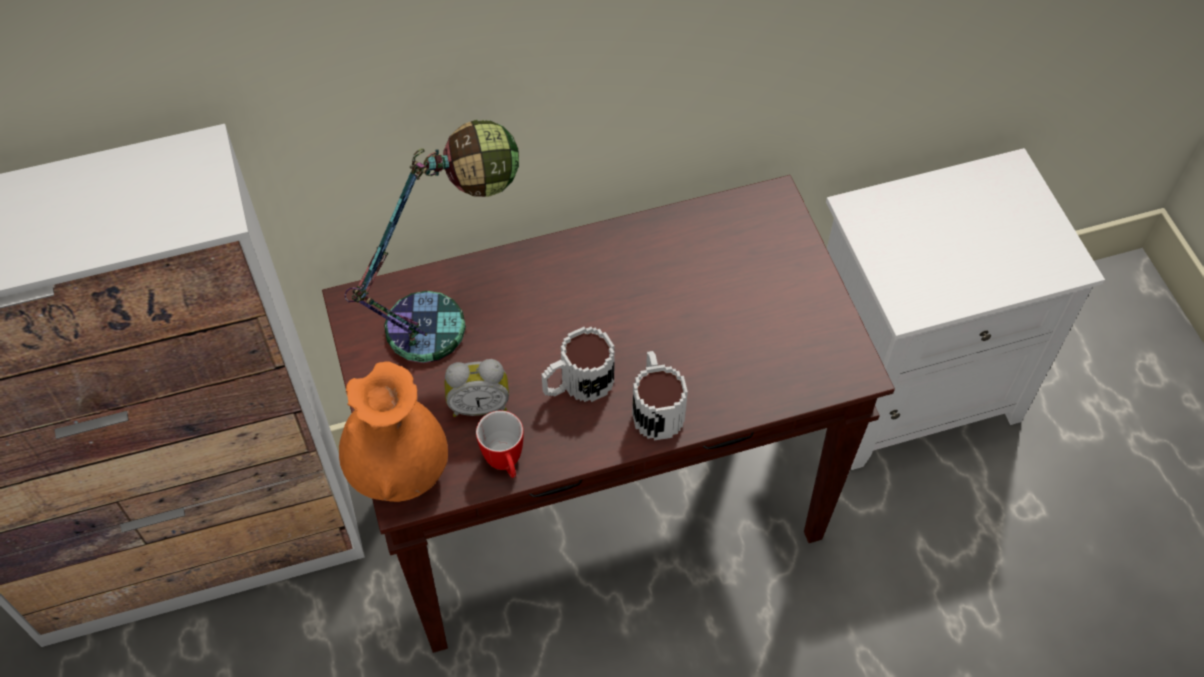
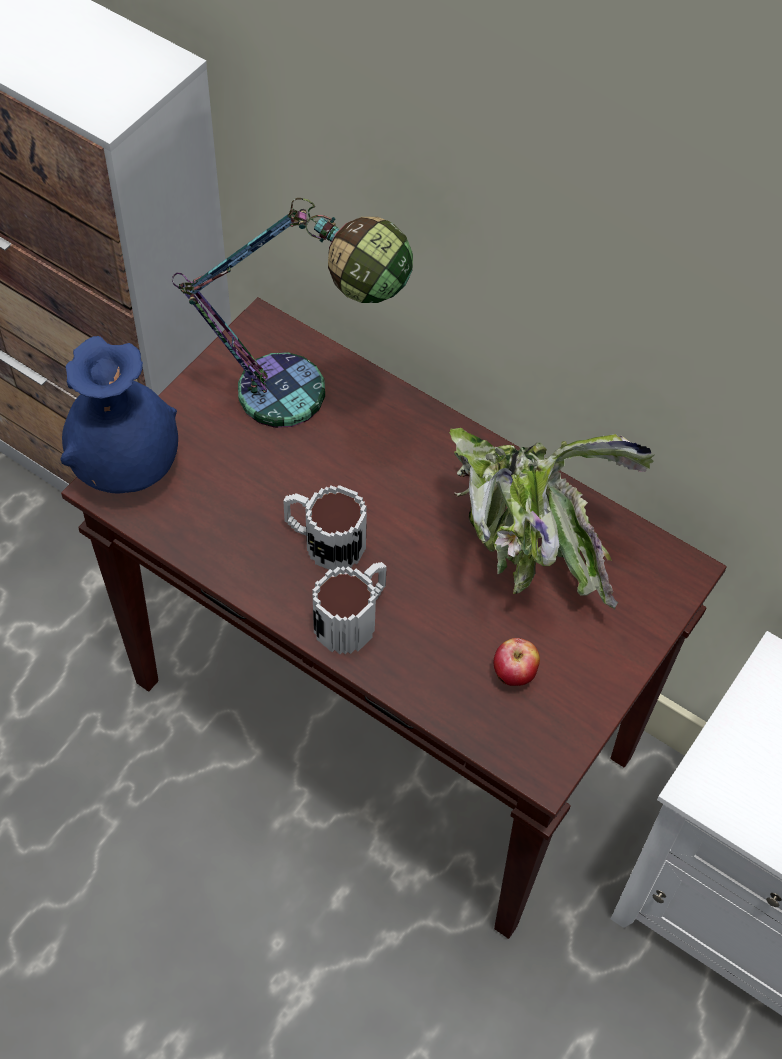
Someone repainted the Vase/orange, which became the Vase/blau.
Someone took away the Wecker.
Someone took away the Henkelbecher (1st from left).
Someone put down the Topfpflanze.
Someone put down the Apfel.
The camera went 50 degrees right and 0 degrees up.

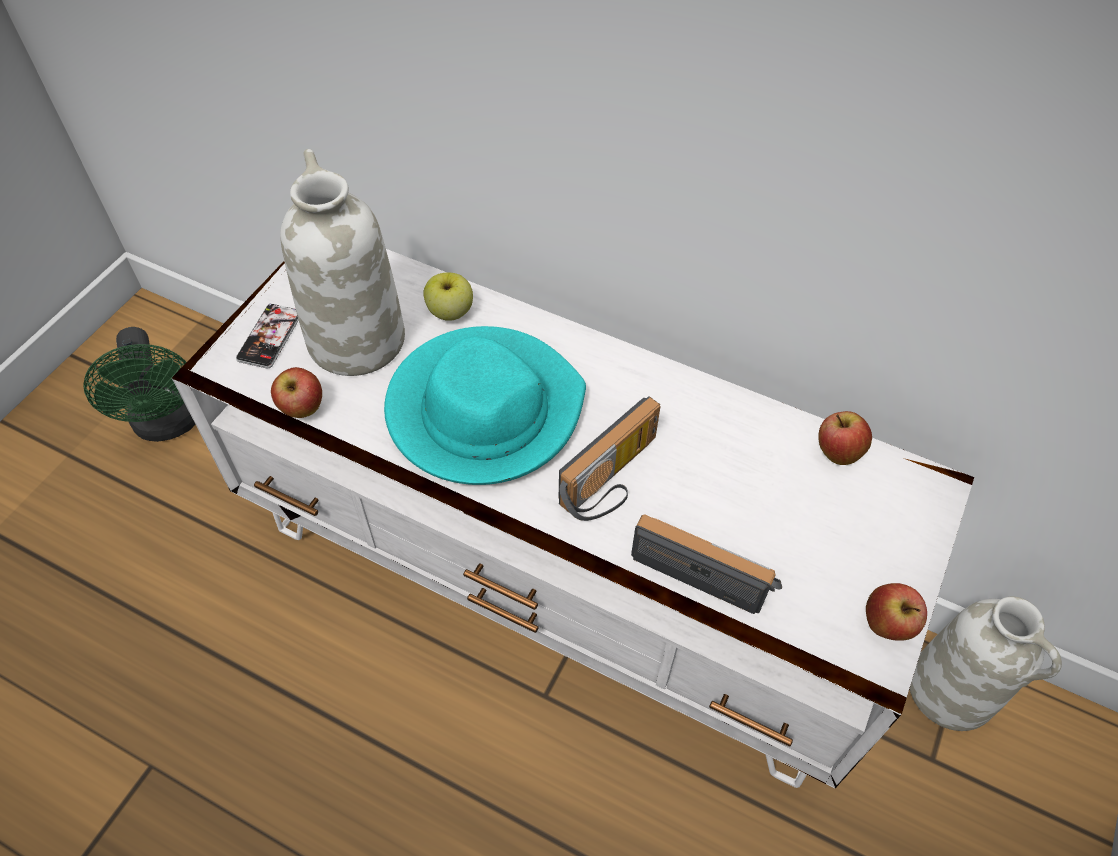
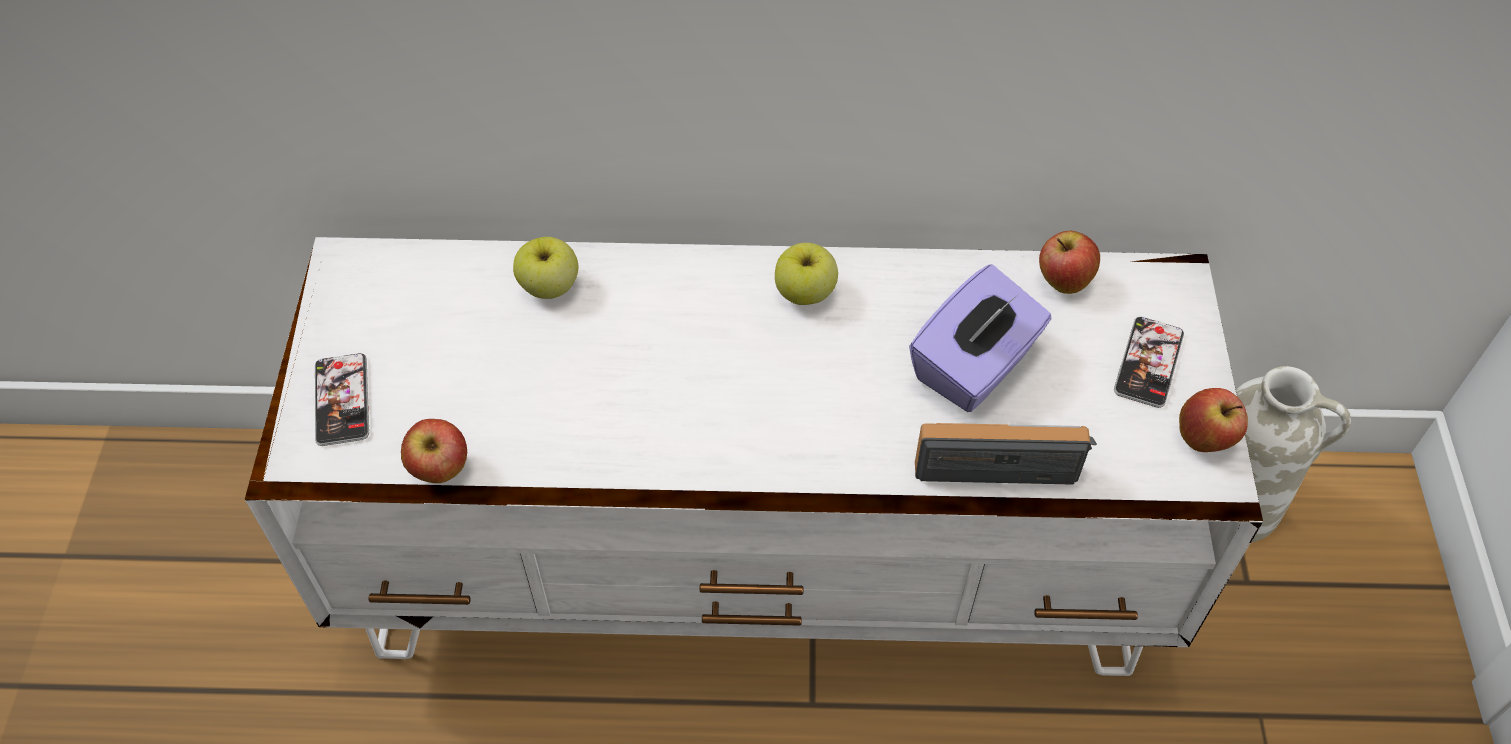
Someone took away the Ventilator/grün.
Someone took away the Vase/weiß (1st from left).
Someone took away the Hut/türkis.
Someone took away the Radio (1st from left).
Someone put down the Apfel (3rd from left).
Someone put down the Taschentuchbox/lila.
Someone put down the Handy (2nd from left).
The camera went 25 degrees left and 0 degrees up.

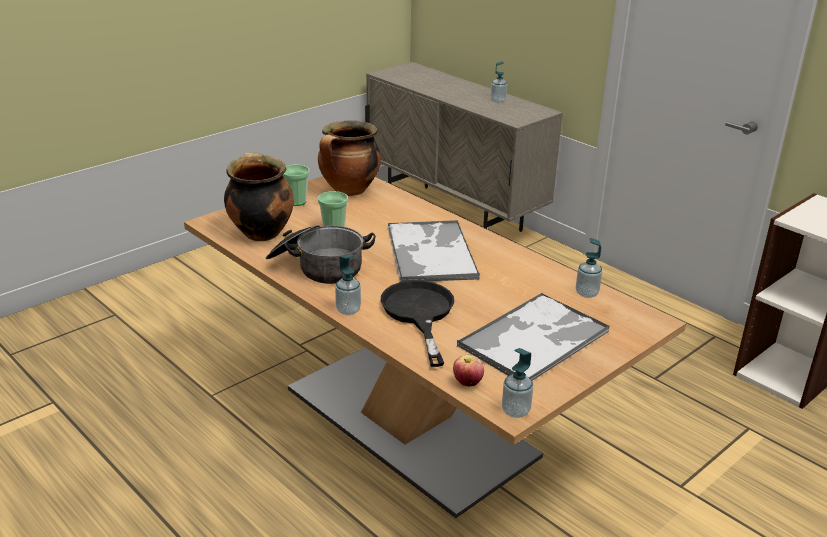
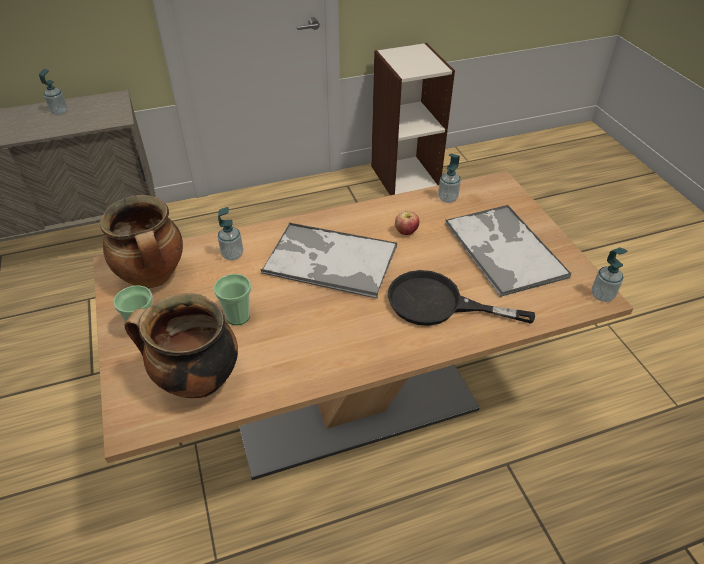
Someone took away the Kochtopf (2nd from left).
Someone carried the Seifenspender (1st from left in the first image).
Someone carried the Apfel.
The camera went 65 degrees left and 15 degrees up.

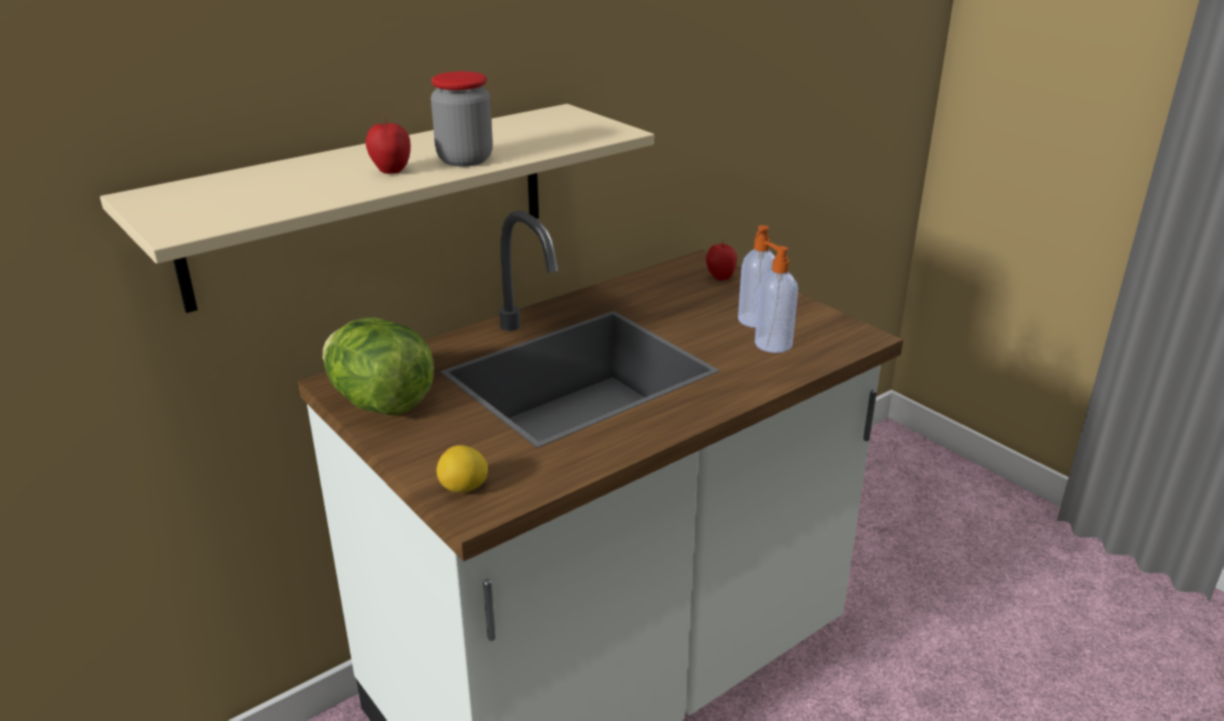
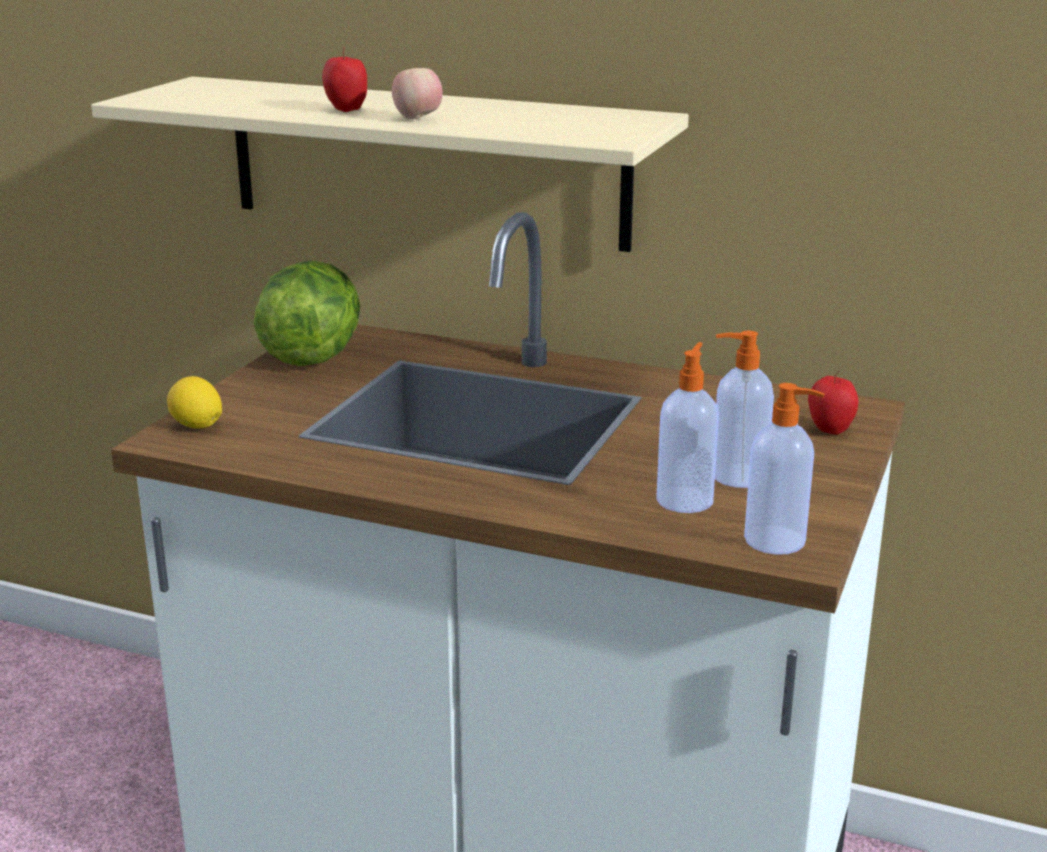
Someone swapped the Vorratsglas for the Apfel (2nd from left).
Someone put down the Seifenspender (3rd from left).
The camera went 60 degrees right and 5 degrees down.

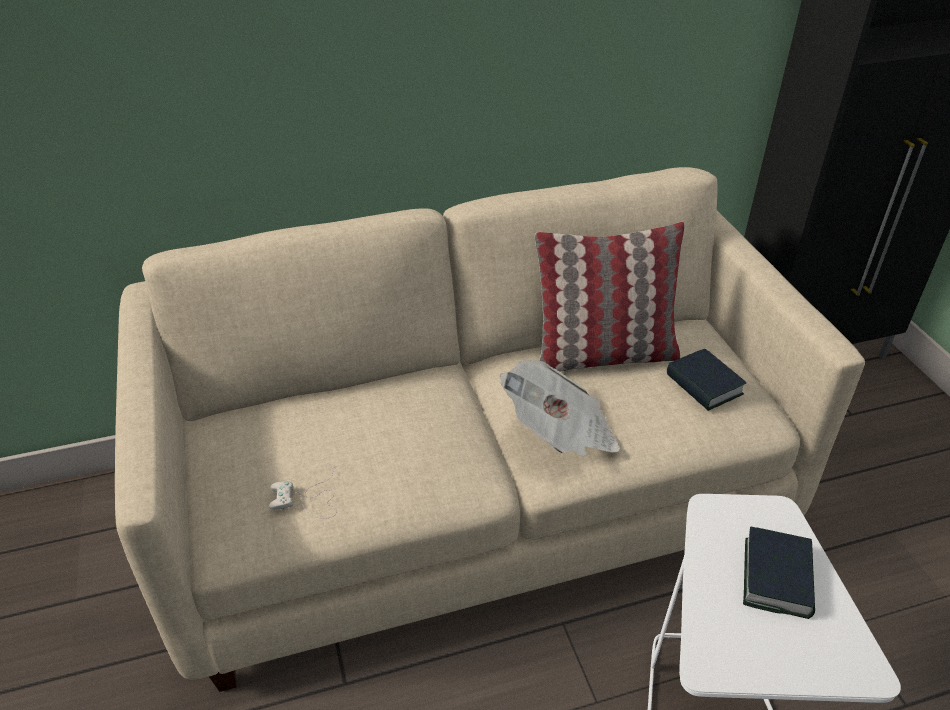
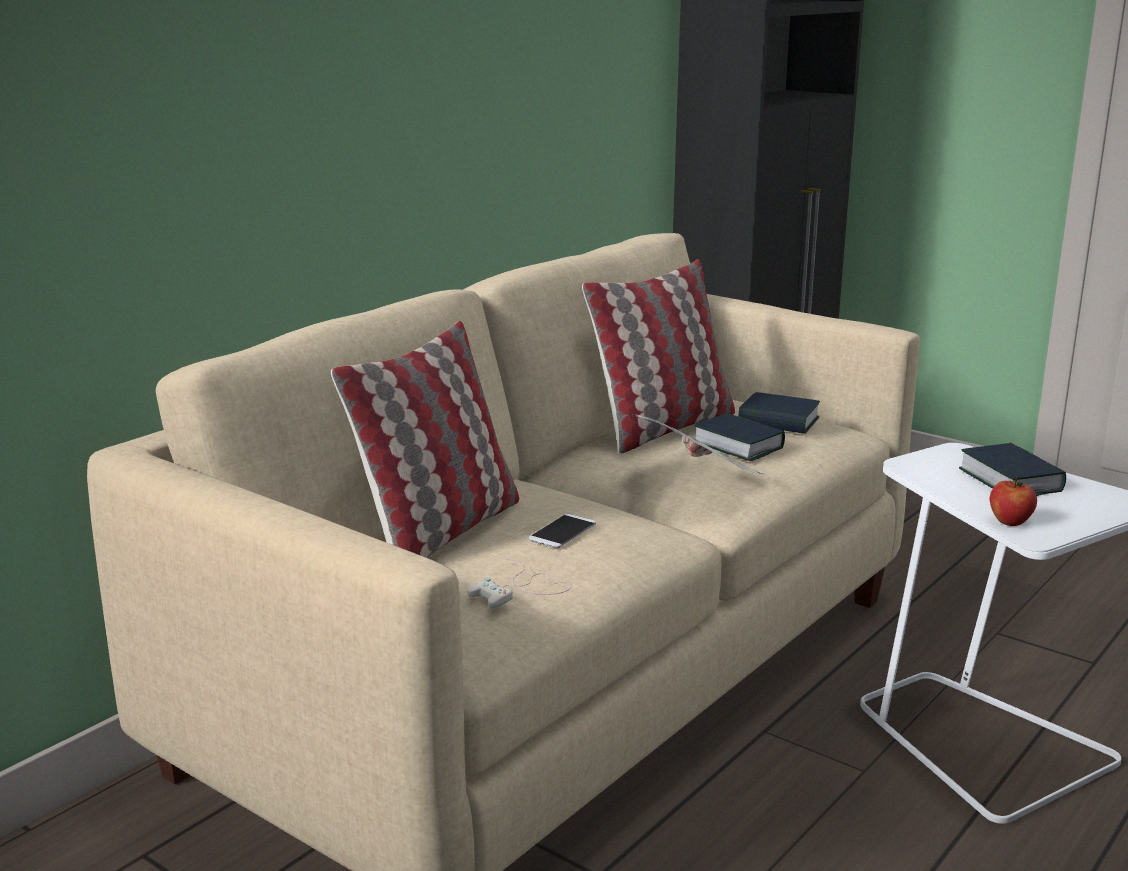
Someone put down the Kissen (1st from left).
Someone put down the Handy.
Someone put down the Buch (1st from left).
Someone put down the Apfel.
The camera went 35 degrees left and 20 degrees down.

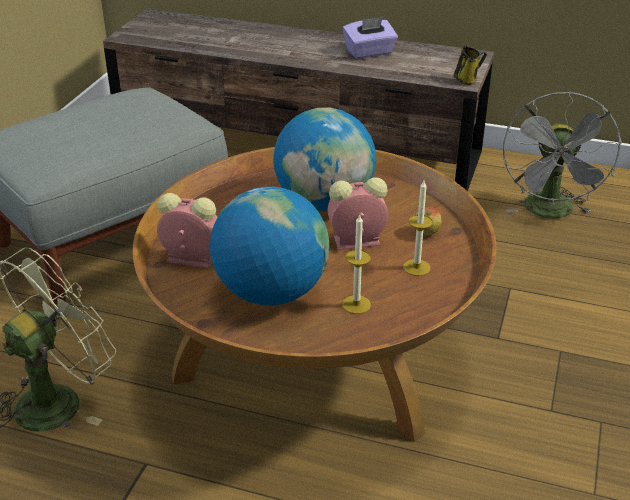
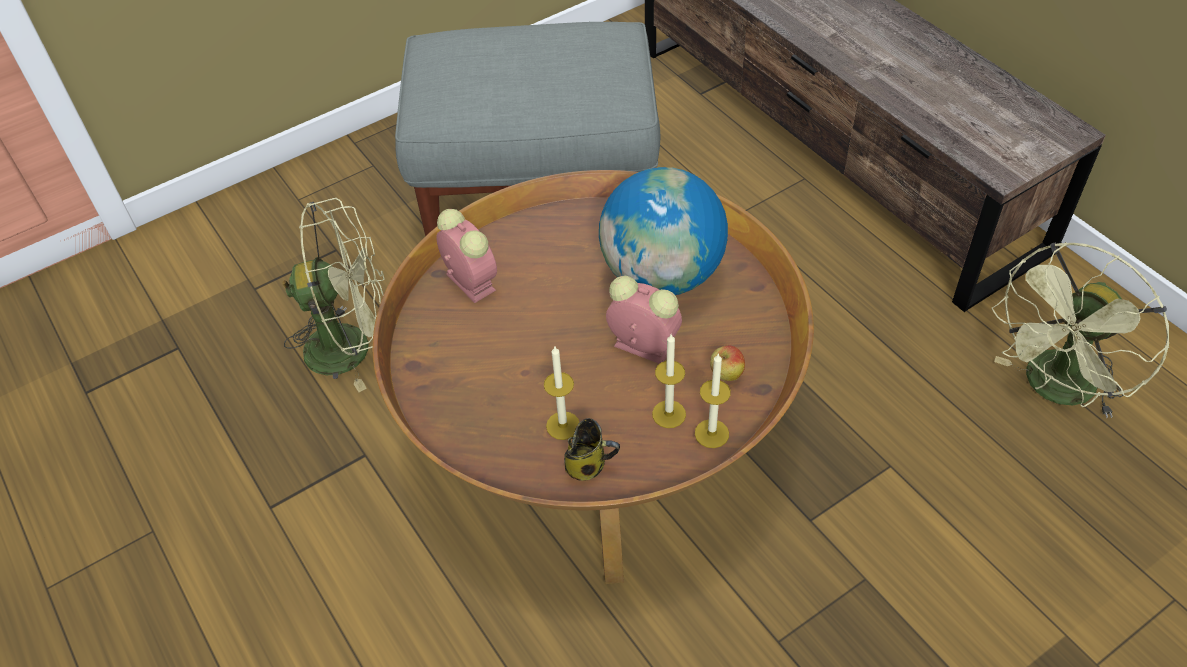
Someone took away the Globus (1st from left).
Someone took away the Taschentuchbox/lila.
Someone carried the Henkelbecher.
Someone repainted the Ventilator/grau, which became the Ventilator/grün (2nd from left).
Someone put down the Kerze (3rd from left).
The camera went 40 degrees right and 15 degrees up.

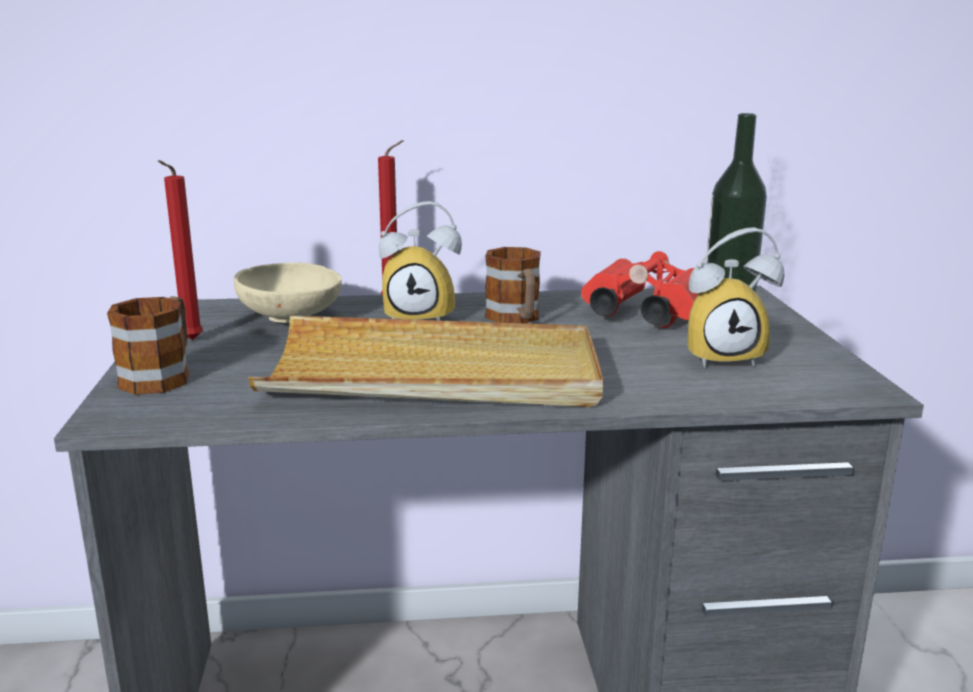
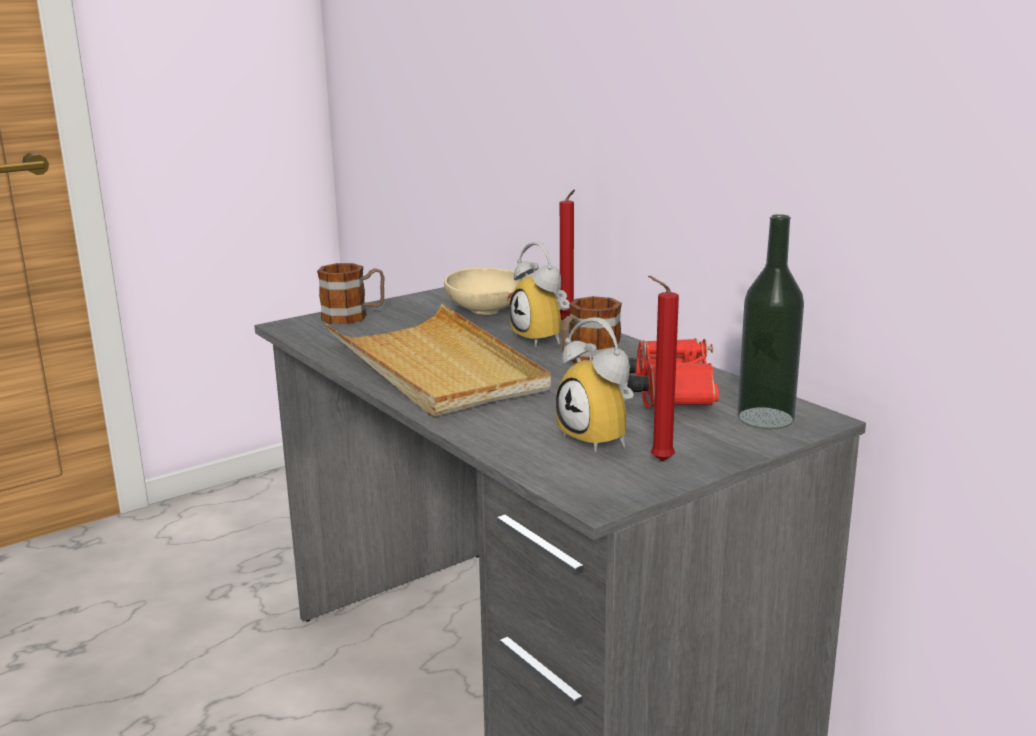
Someone carried the Kerze/rot (1st from left in the first image).
The camera went 60 degrees right and 0 degrees up.

